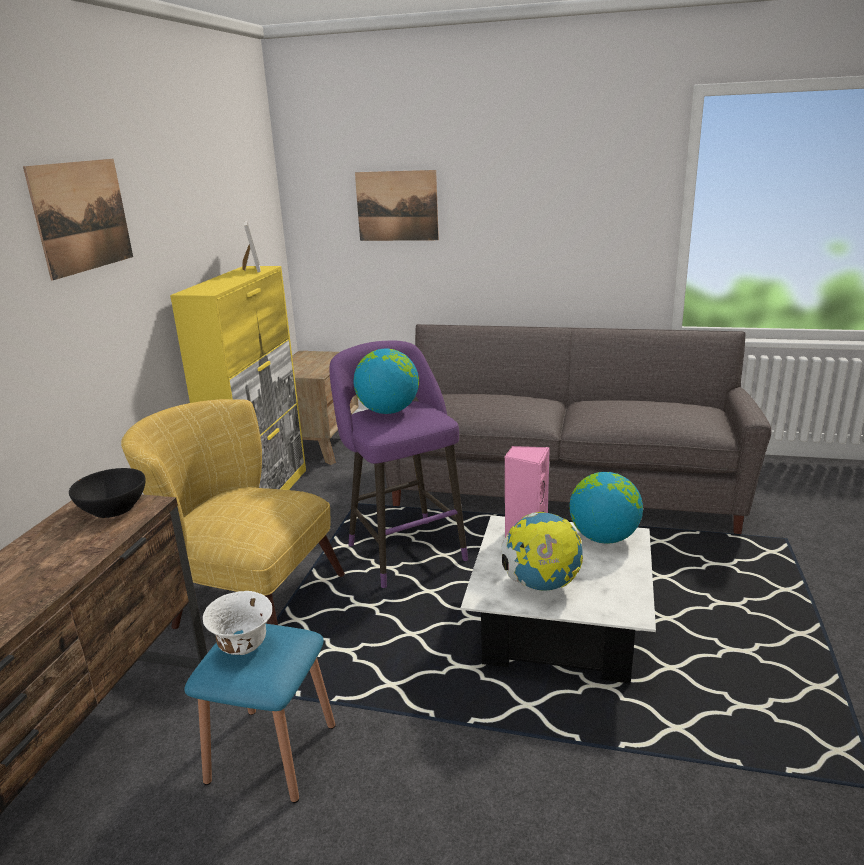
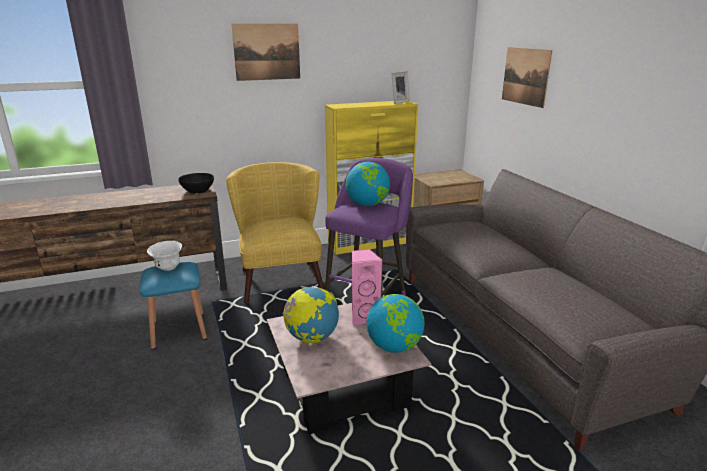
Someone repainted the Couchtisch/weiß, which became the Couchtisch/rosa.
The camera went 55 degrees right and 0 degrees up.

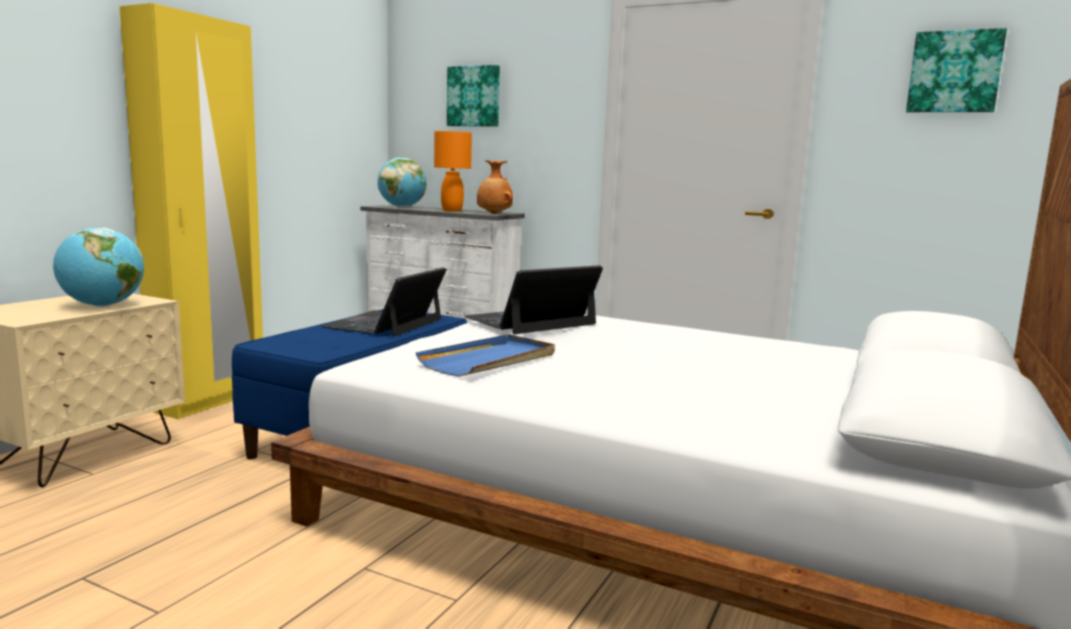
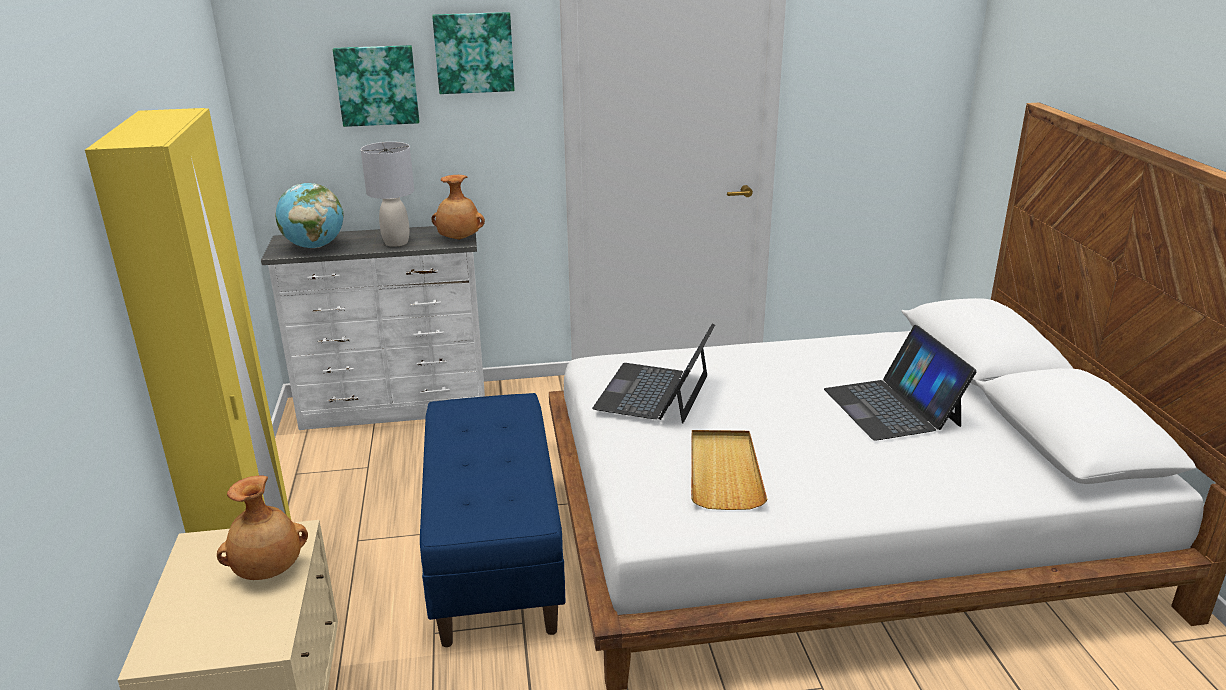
Someone swapped the Globus (1st from left) for the Vase/braun (1st from left).
Someone carried the Laptop (1st from left in the first image).
Someone repainted the Tablett/blau, which became the Tablett/beige.
Someone repainted the Tischlampe/orange, which became the Tischlampe/grau.
Someone carried the Bild (2nd from left).
The camera went 35 degrees left and 15 degrees up.

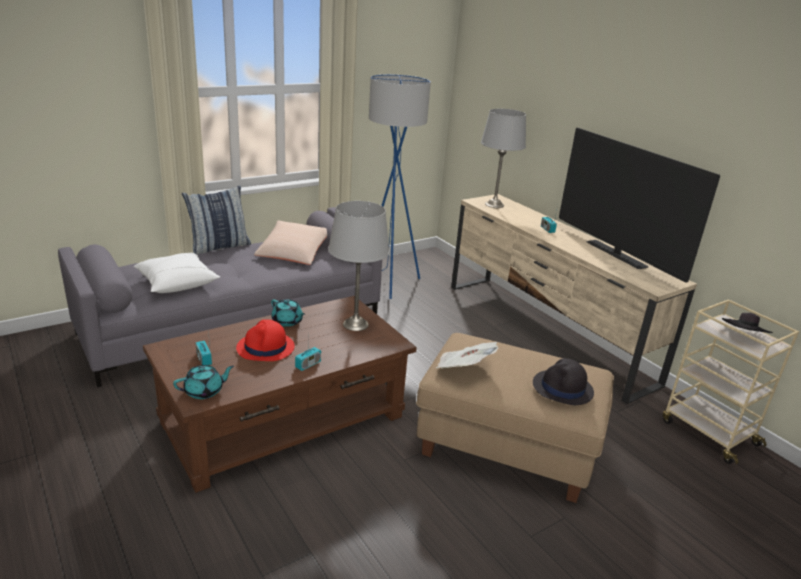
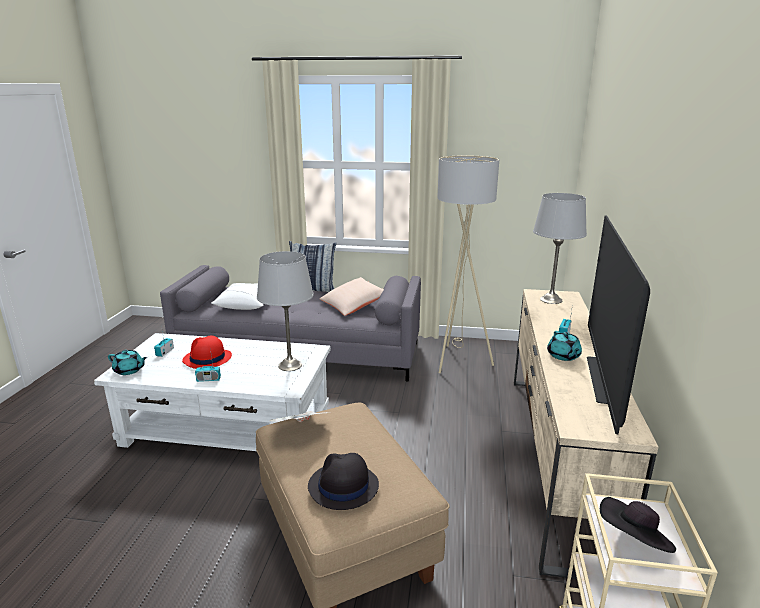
Someone repainted the Couchtisch/braun, which became the Couchtisch/weiß.
Someone carried the Teekanne/türkis (2nd from left).
Someone repainted the Stehlampe/blau, which became the Stehlampe/beige.
The camera went 45 degrees right and 5 degrees down.

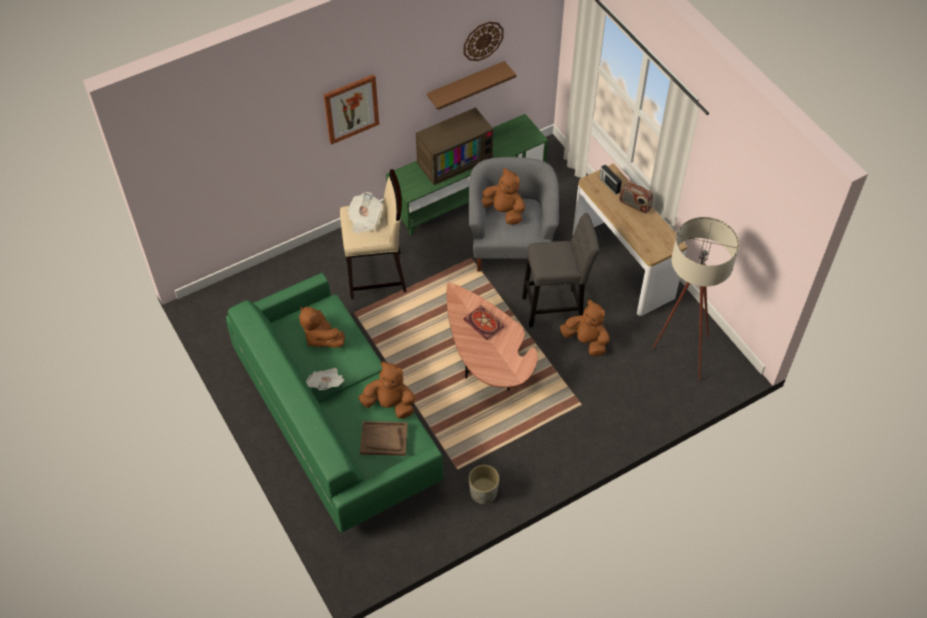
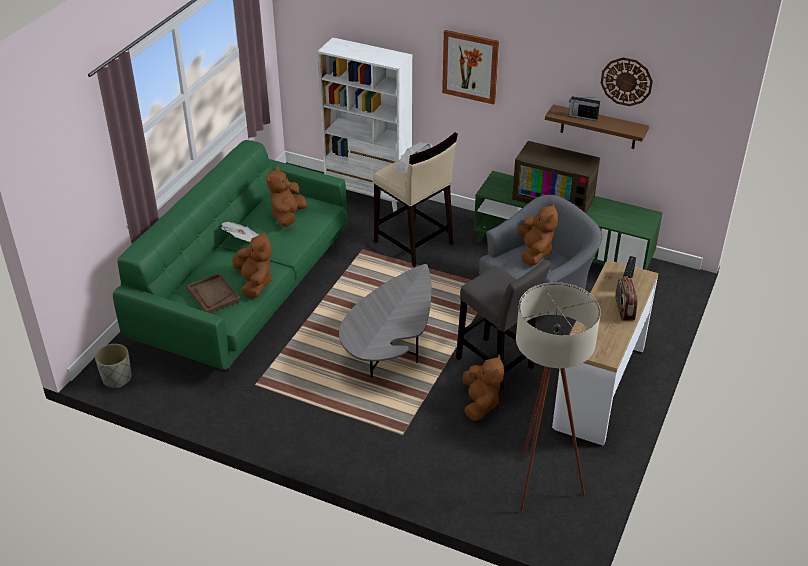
Someone repainted the Couchtisch/braun, which became the Couchtisch/grau.
Someone took away the Buch.
Someone carried the Pflanzkübel/grau.
Someone put down the Bücherregal/weiß.
Someone put down the Radio (1st from left).
The camera went 55 degrees right and 15 degrees down.

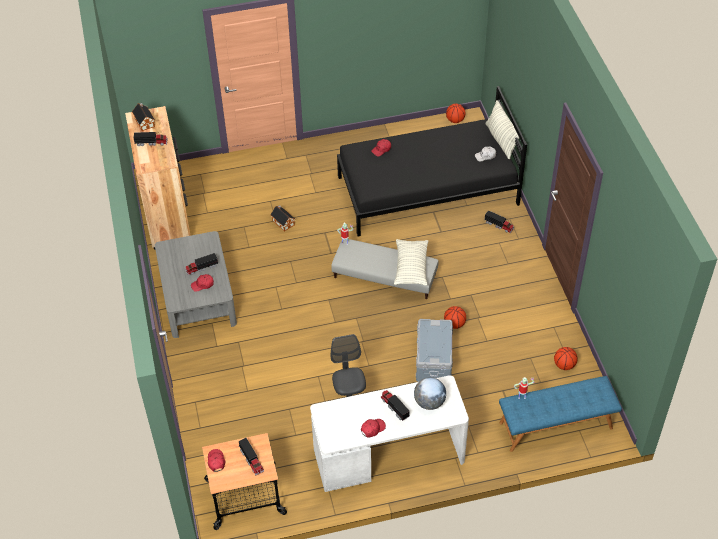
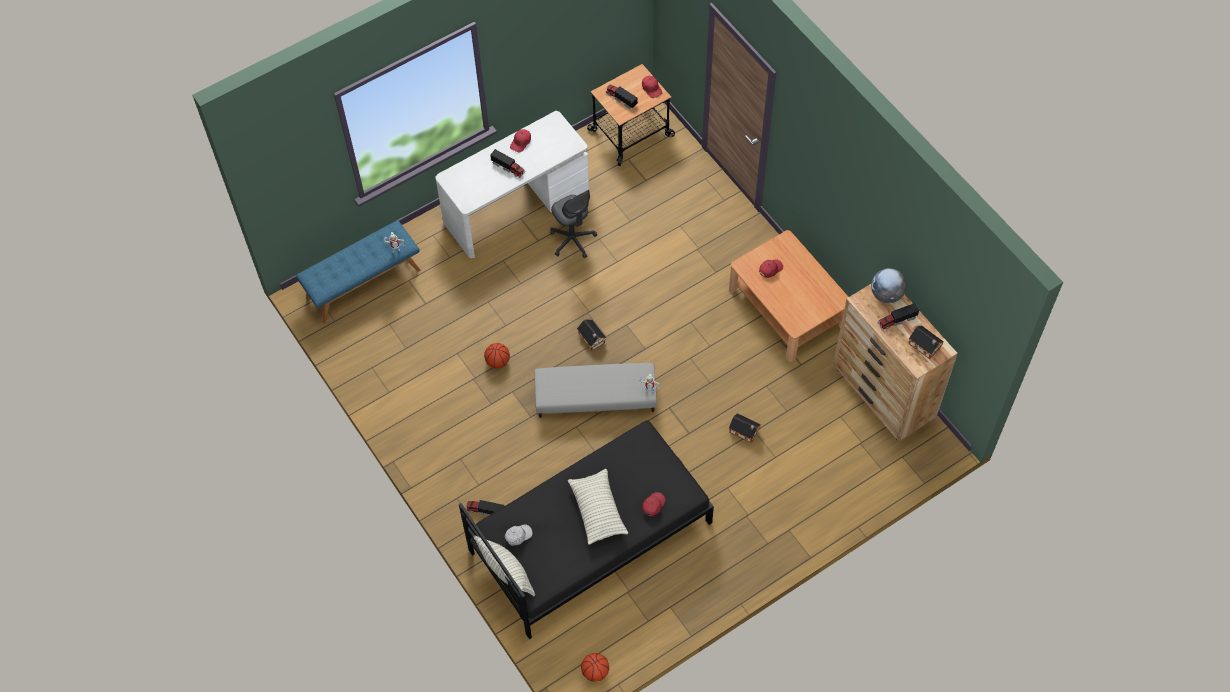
Someone repainted the Couchtisch/grau, which became the Couchtisch/braun.
Someone took away the Spielzeuglaster (2nd from left).
Someone carried the Kissen (1st from left in the first image).
Someone carried the Globus.
Someone took away the Aufbewahrungsbox/grau.
Someone took away the Basketball (3rd from left).
Someone put down the Spielzeughaus (1st from left).
The camera went 160 degrees right and 10 degrees up.

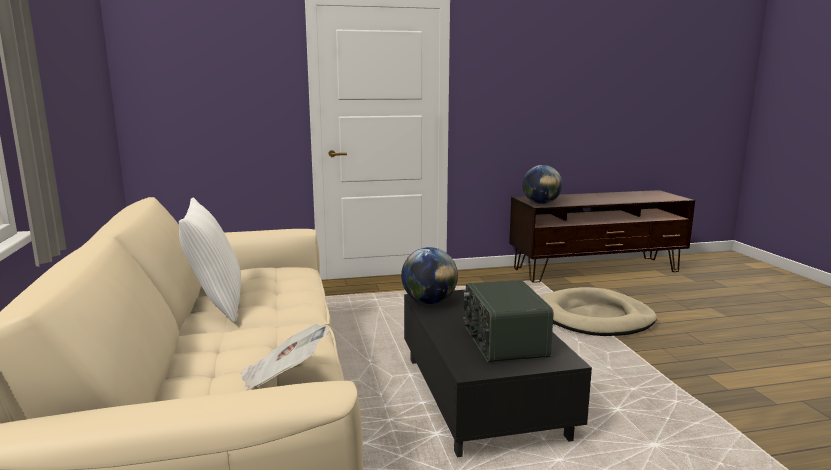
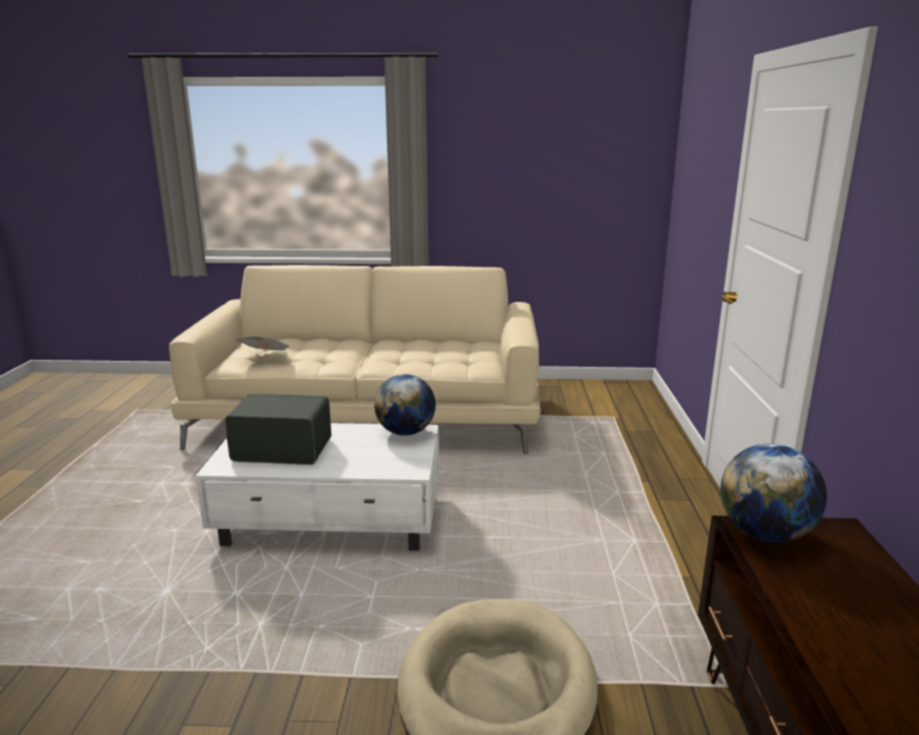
Someone took away the Kissen/weiß.
Someone repainted the Couchtisch/schwarz, which became the Couchtisch/weiß.
The camera went 105 degrees right and 5 degrees up.

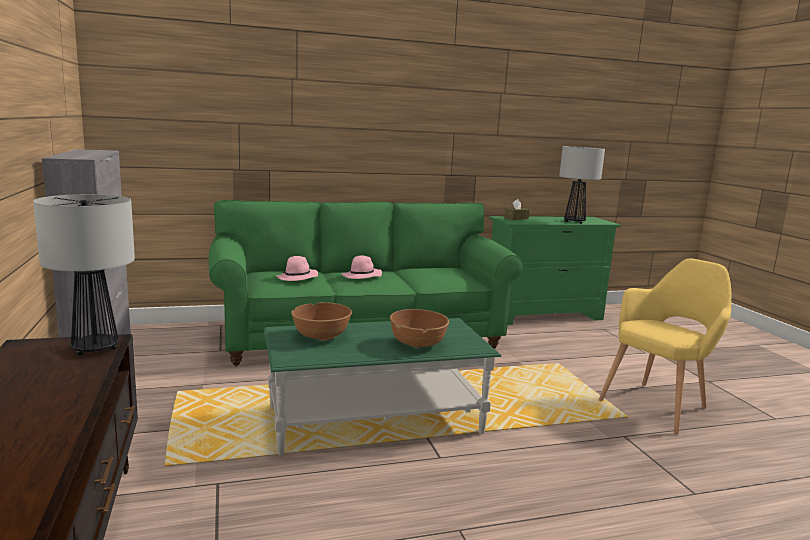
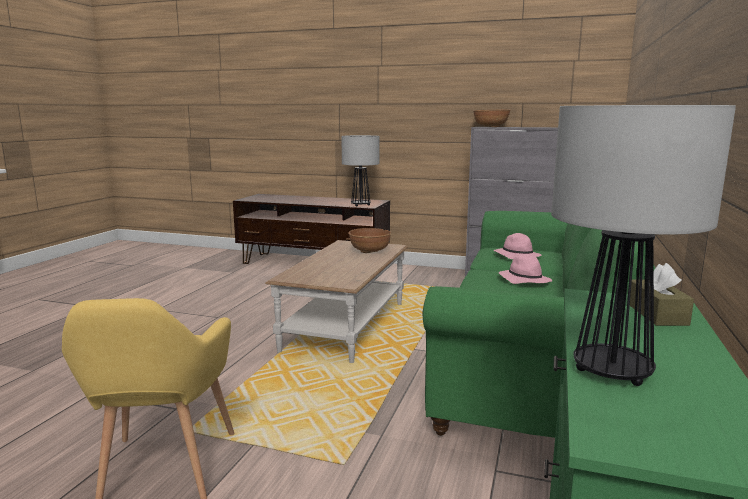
Someone repainted the Couchtisch/grün, which became the Couchtisch/braun.
Someone carried the Schüssel/braun (2nd from left).
The camera went 125 degrees right and 0 degrees up.

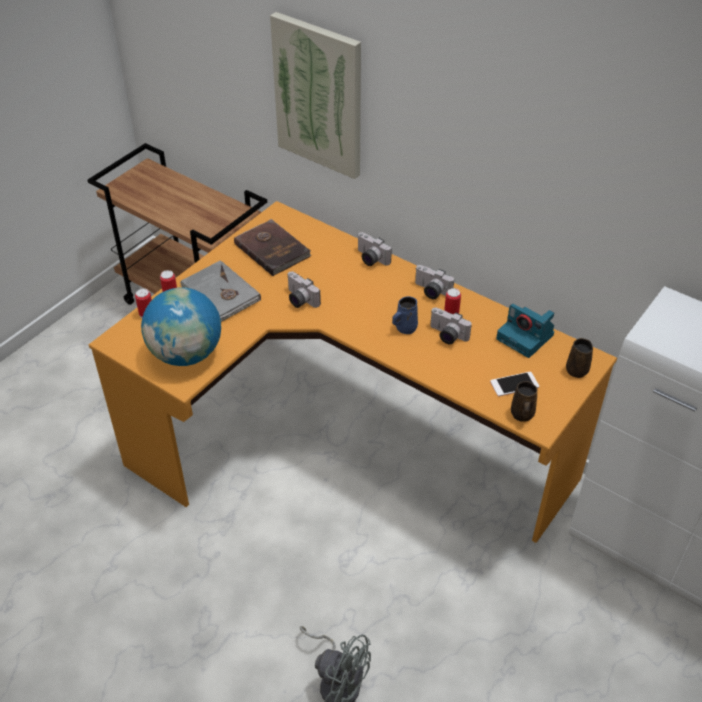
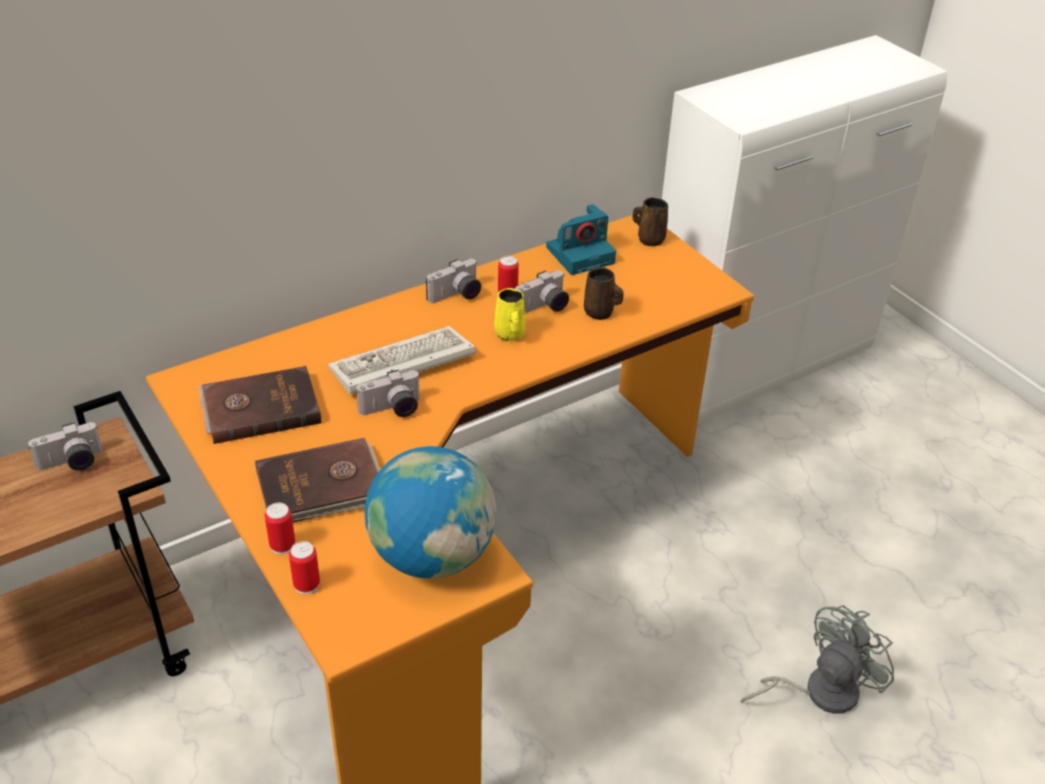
Someone repainted the Buch/grau, which became the Buch/braun (2nd from left).
Someone took away the Bild.
Someone carried the Kamera (2nd from left in the first image).
Someone repainted the Henkelbecher/blau, which became the Henkelbecher/gelb.
Someone took away the Handy.
Someone carried the Henkelbecher/braun (1st from left).
Someone put down the Tastatur.
The camera went 70 degrees left and 5 degrees down.

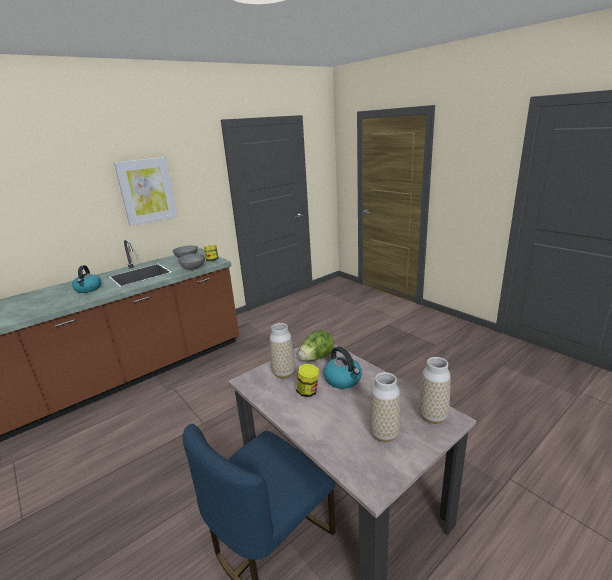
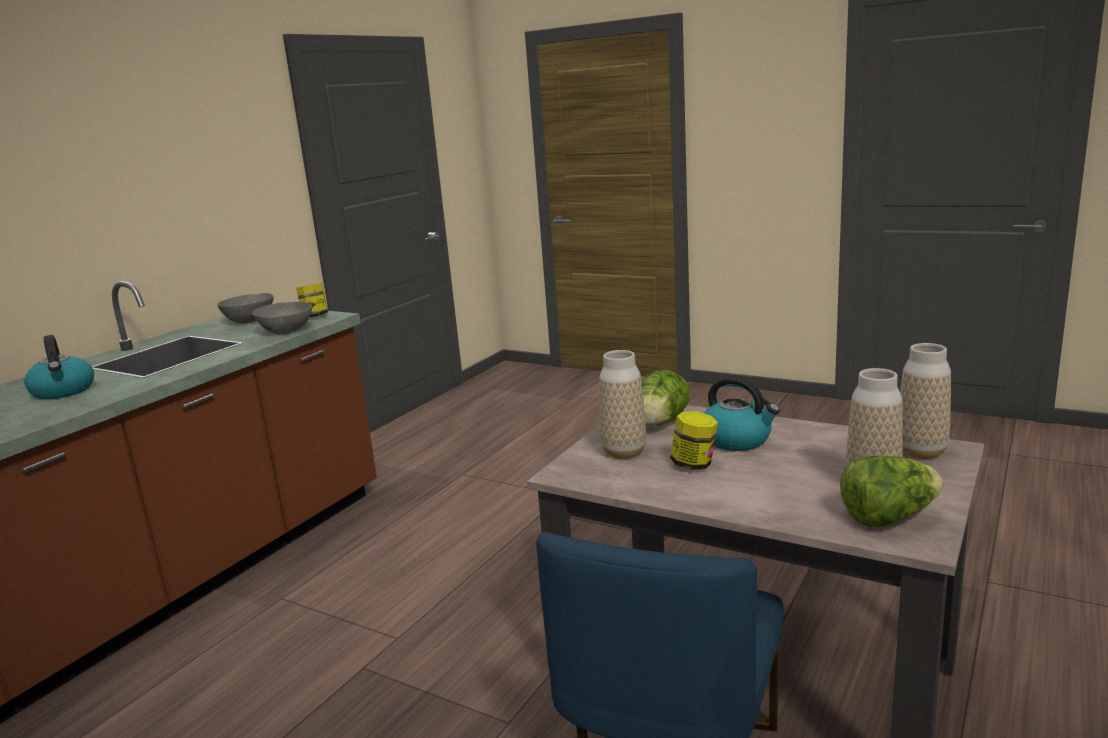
Someone took away the Bild.
Someone put down the Salatkopf (2nd from left).
The camera went 20 degrees left and 5 degrees down.

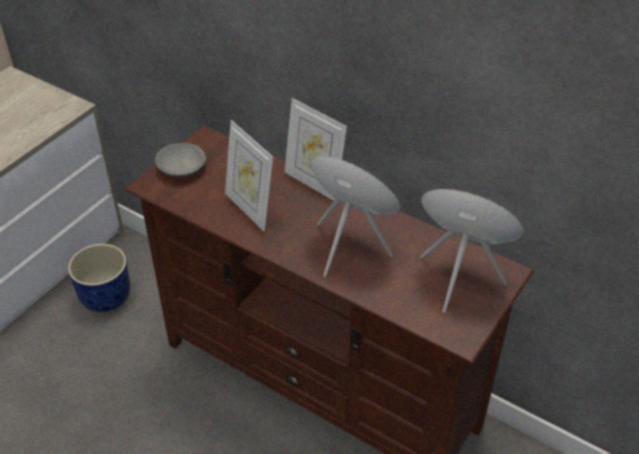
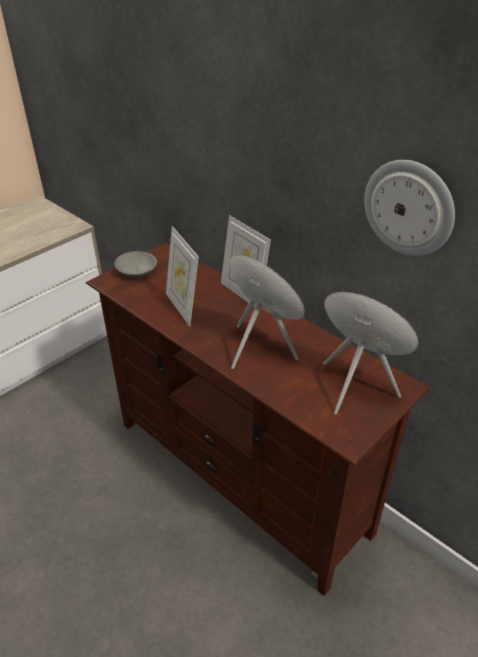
Someone took away the Pflanzkübel/blau.
Someone put up the Wanduhr.
The camera went 10 degrees right and 5 degrees down.

